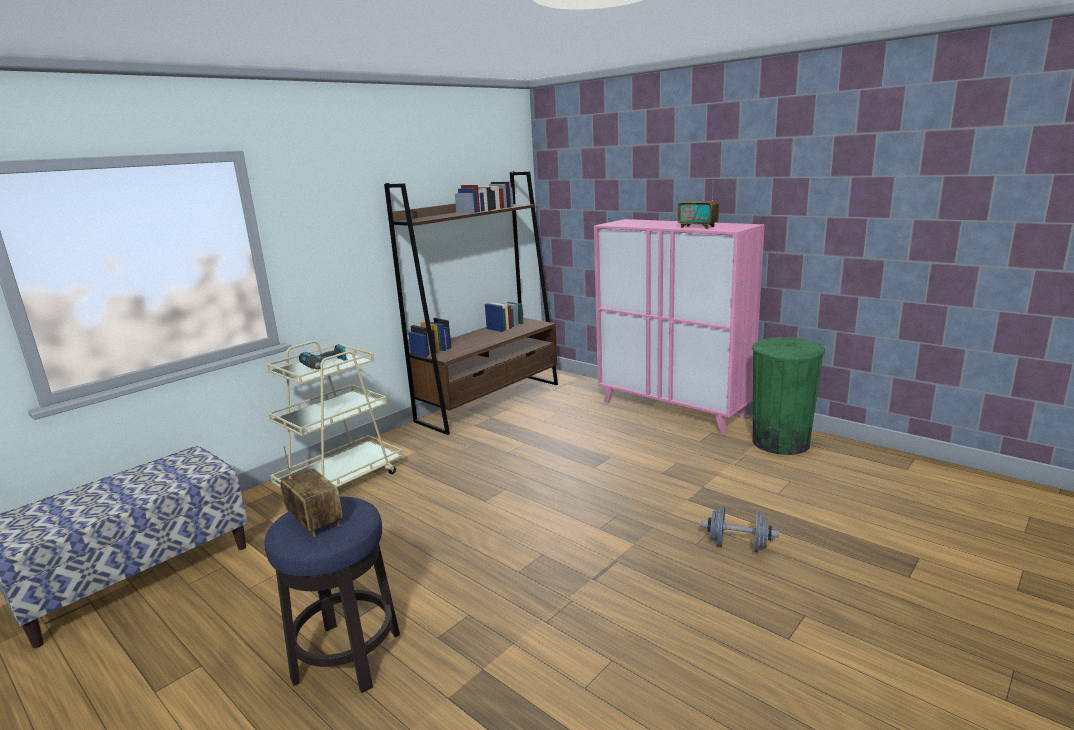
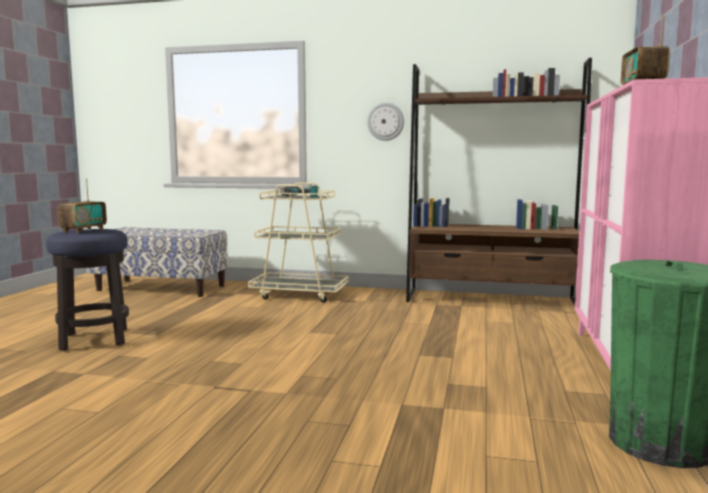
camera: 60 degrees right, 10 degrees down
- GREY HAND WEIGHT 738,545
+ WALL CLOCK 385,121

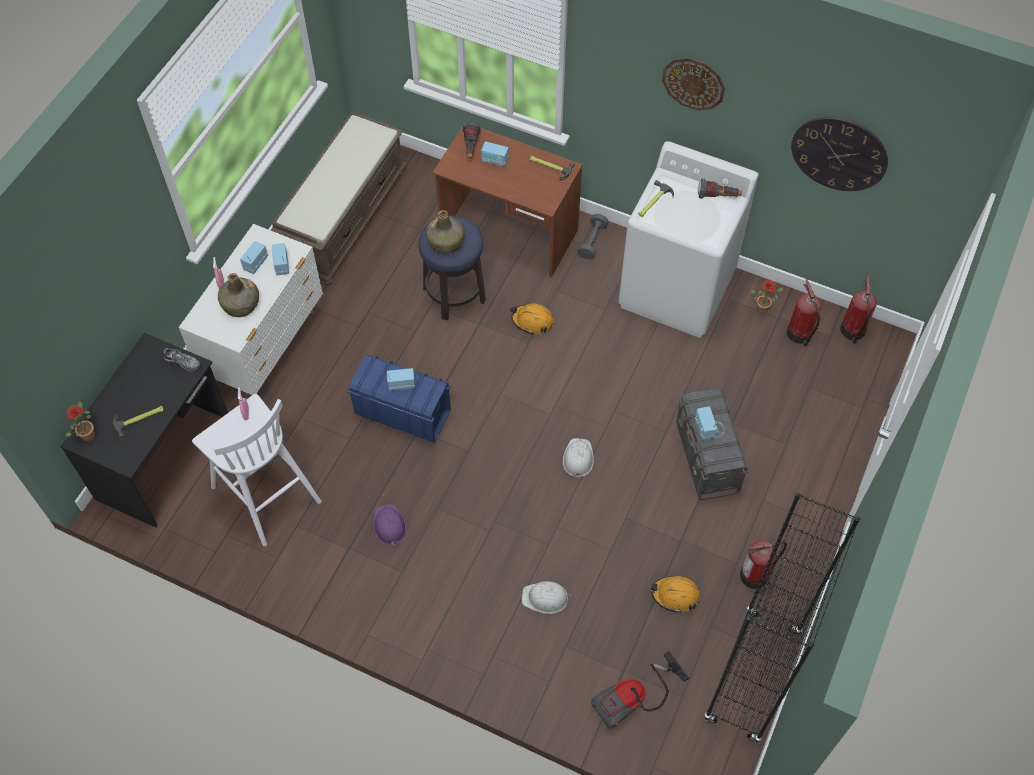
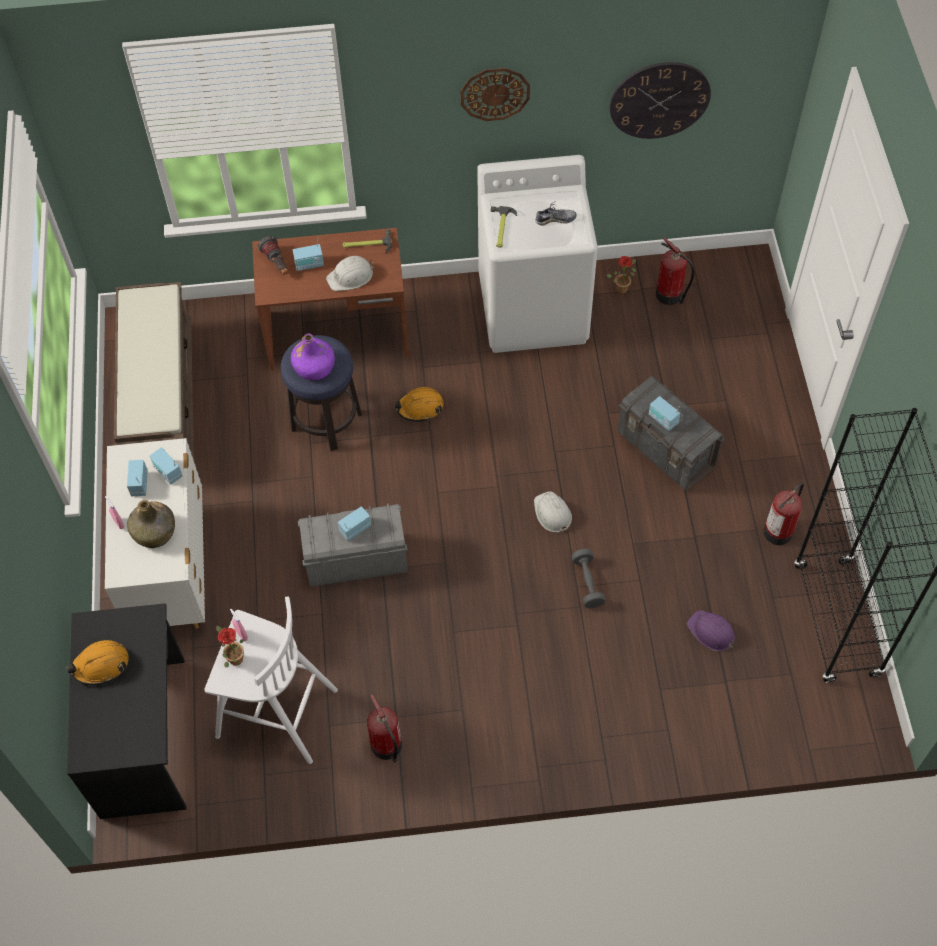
camera: 30 degrees left, 0 degrees up
~ PLANT IN A POT 87,433 to 233,657
- HAMMER 140,419
~ SHOE 183,362 to 555,219
~ BLUISH STORAGE BOX 402,412 to GREY STORAGE BOX 356,560
~ PURPLE-COLOURED SAFETY HELMET 389,526 to 711,632
~ GREEN-COLOURED BEVERAGE BOTTLE 446,242 to PURPLE-COLOURED BEVERAGE BOTTLE 314,367
~ WHITE SAFETY HELMET 545,598 to 351,276
~ GREY HAND WEIGHT 592,241 to 587,583
- VACUUM 634,700
~ ORANGE-COLOURED SAFETY HELMET 675,595 to 101,665
- TORCH 718,197
~ EXTINGUISHER 853,331 to 387,746

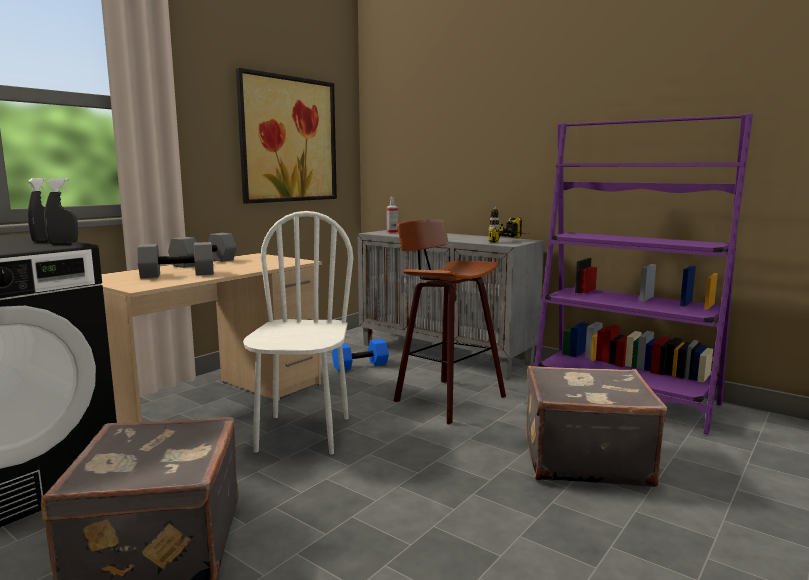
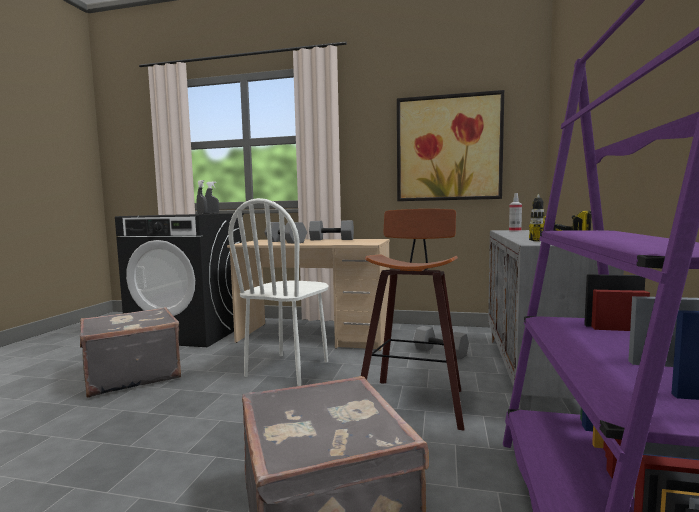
camera: 65 degrees right, 5 degrees down
~ WHITE UPRIGHT CHAIR 303,434 = 288,369 135 degrees clockwise
~ BLUISH HAND WEIGHT 360,365 to GREY HAND WEIGHT 441,352

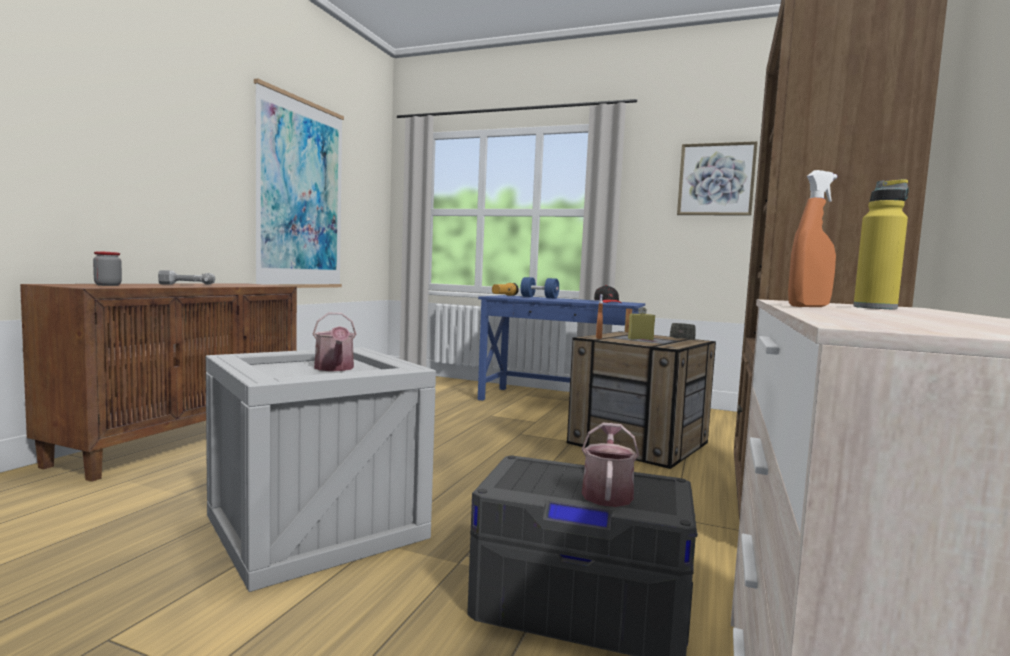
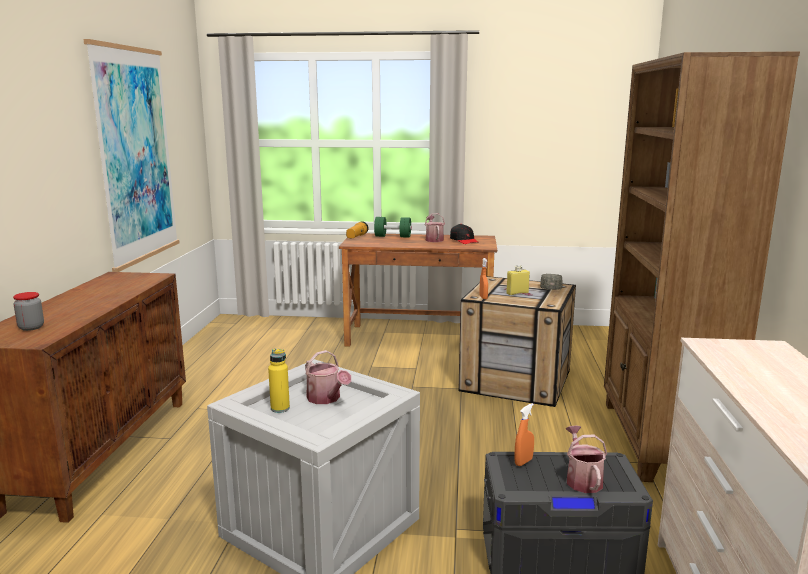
camera: 15 degrees left, 10 degrees up
- ELECTRIC DRILL 187,285
~ BLUISH DESK UNIT 557,402 to BROWN DESK UNIT 419,337
~ BLUISH HAND WEIGHT 539,297 to GREEN-COLOURED HAND WEIGHT 393,236
- WALL PICTURE 716,179
~ ORANGE-COLOURED SPRAYER 808,306 to 523,462
~ YELLOWISH BEVERAGE BOTTLE 875,308 to 280,408
+ WATERING POT 434,239

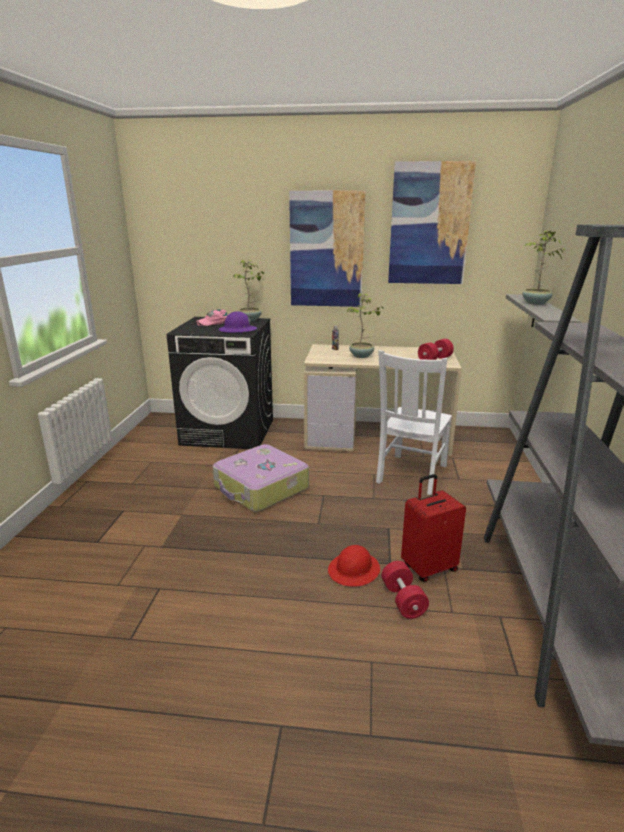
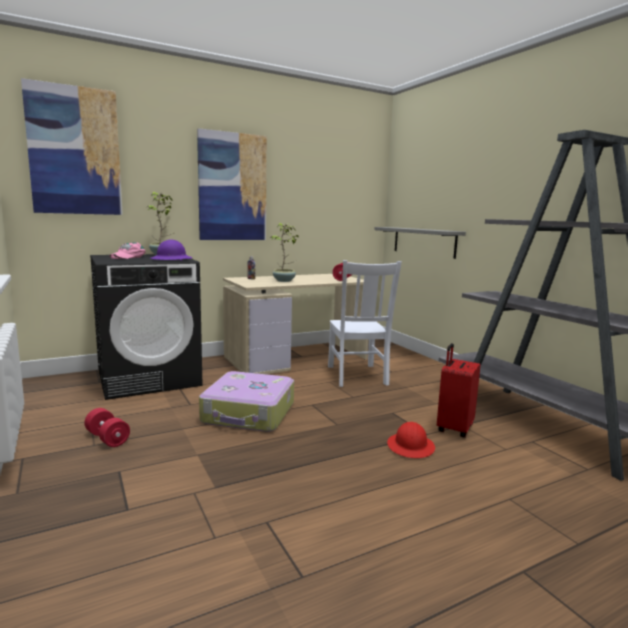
camera: 35 degrees left, 10 degrees down
~ RED-COLOURED HAND WEIGHT 403,600 to 107,438
~ WALL PICTURE 429,224 to 75,151
- PLANT IN A POT 535,303

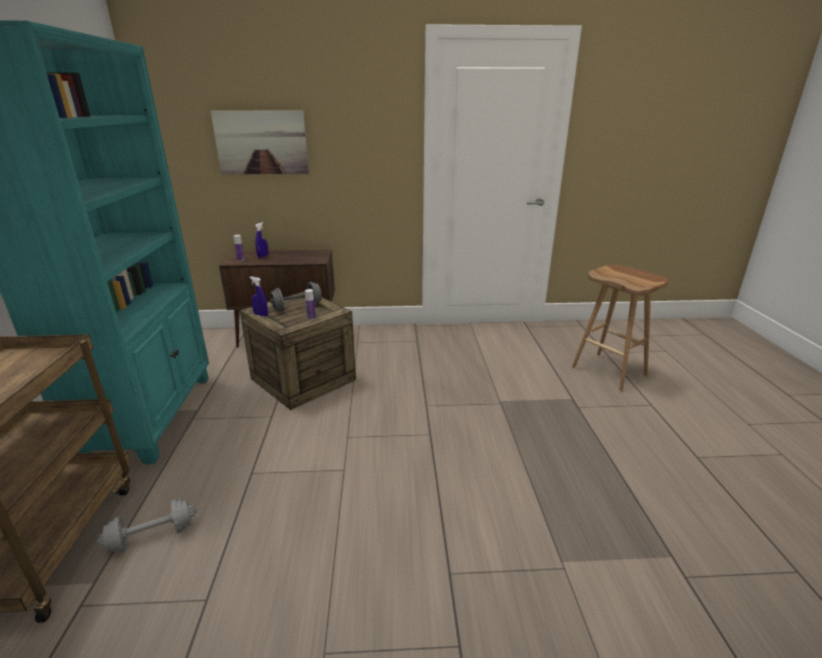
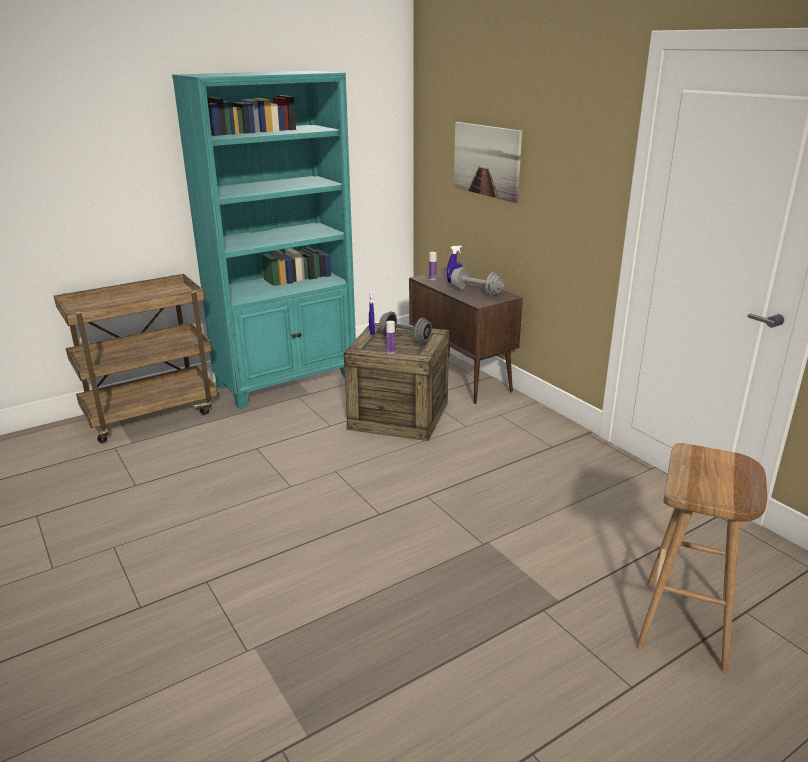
camera: 60 degrees right, 0 degrees up
~ GREY HAND WEIGHT 152,536 to 476,291

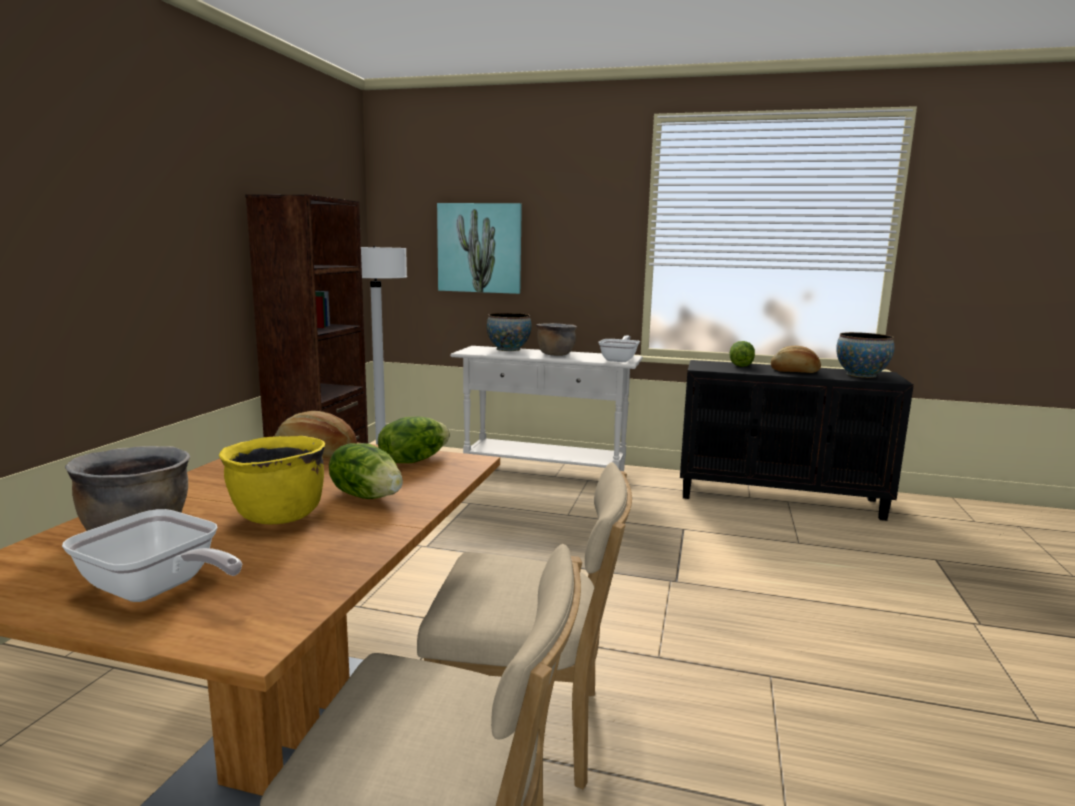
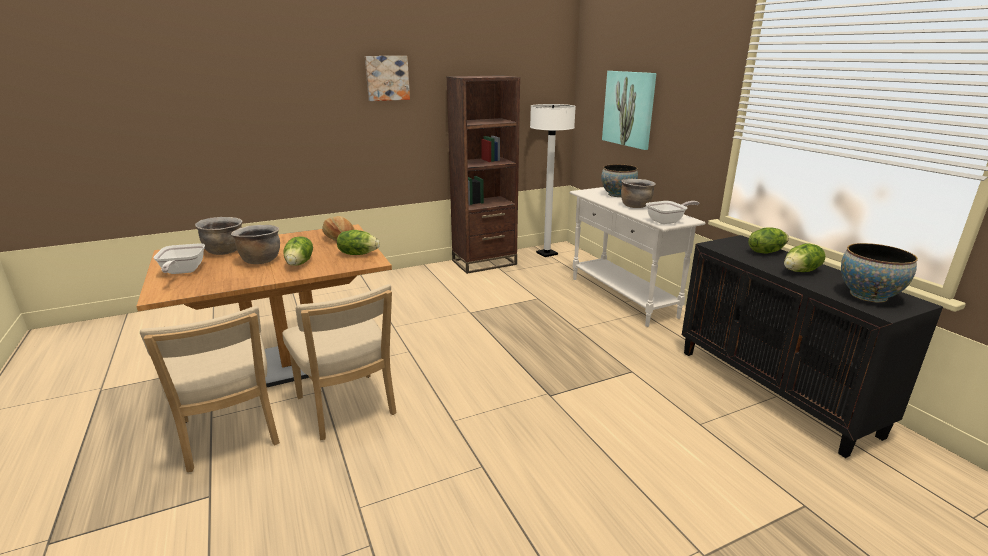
camera: 50 degrees right, 10 degrees up
~ YELLOWISH COOKING POT 277,516 to BROWN COOKING POT 260,260
~ BAKED BREAD 795,371 to LETTUCE HEAD 801,271
+ WALL PICTURE 387,78

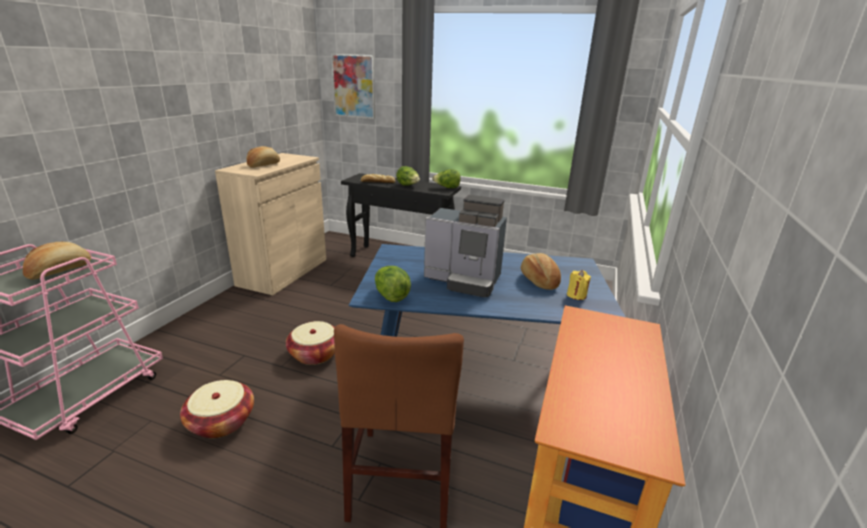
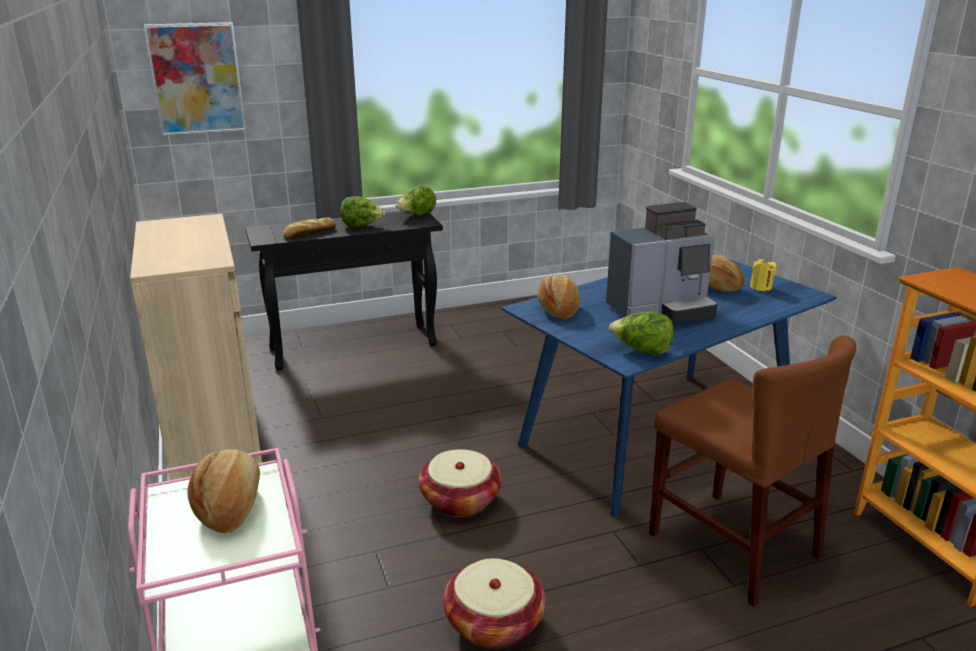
camera: 40 degrees left, 0 degrees up
~ BAKED BREAD 263,165 to 559,309

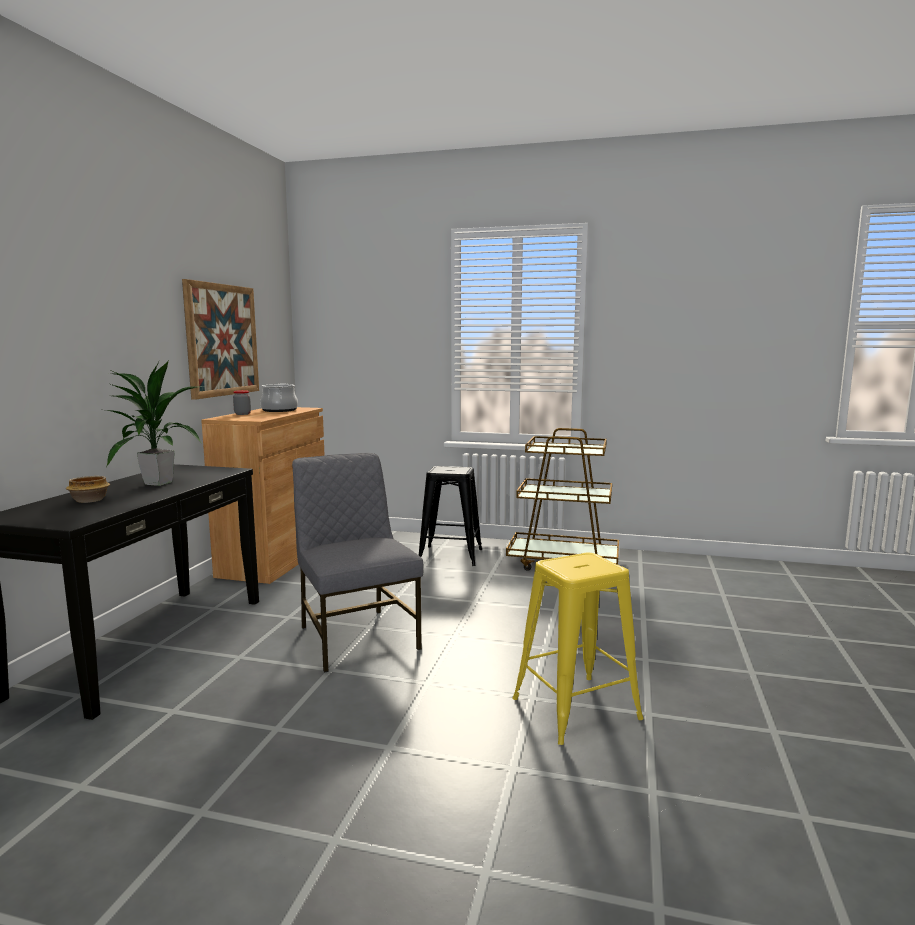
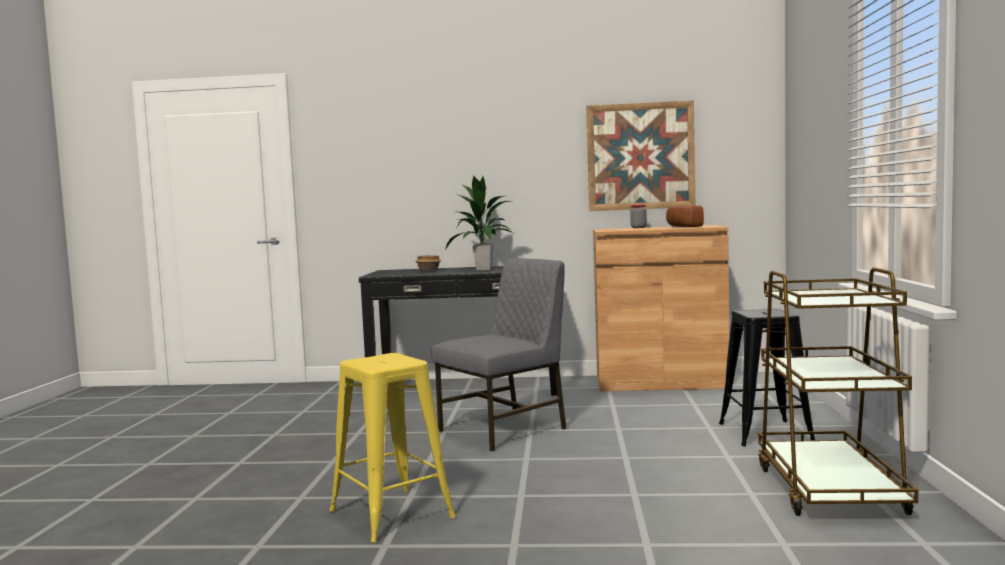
camera: 80 degrees right, 5 degrees down
~ COOKING POT 279,410 to BAKED BREAD 682,226

